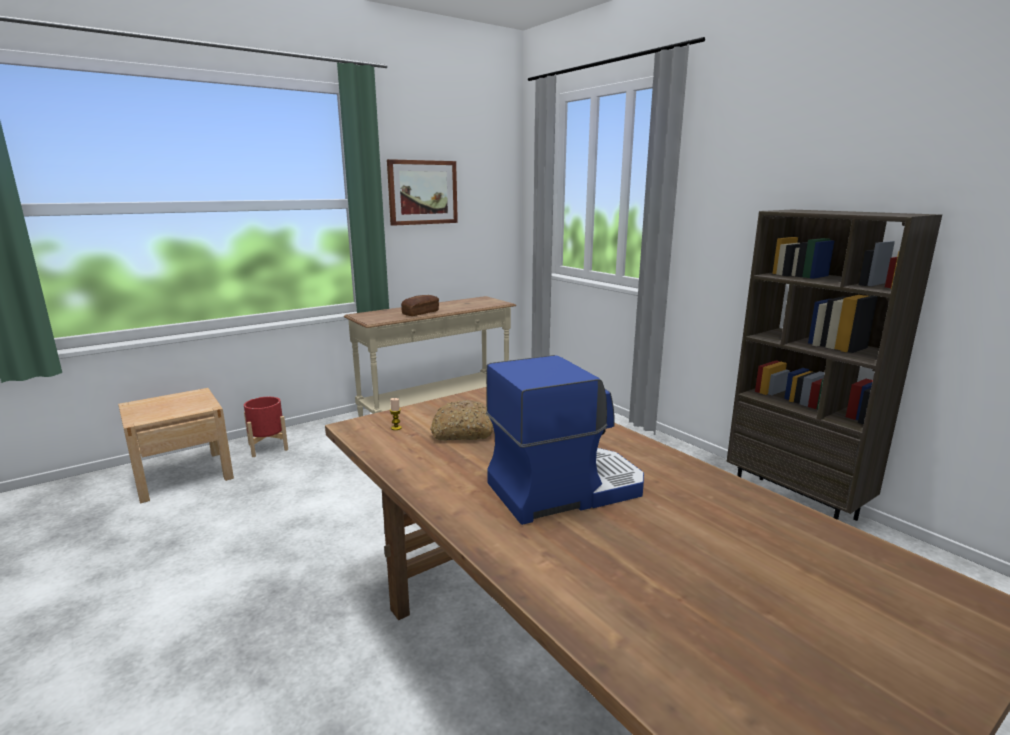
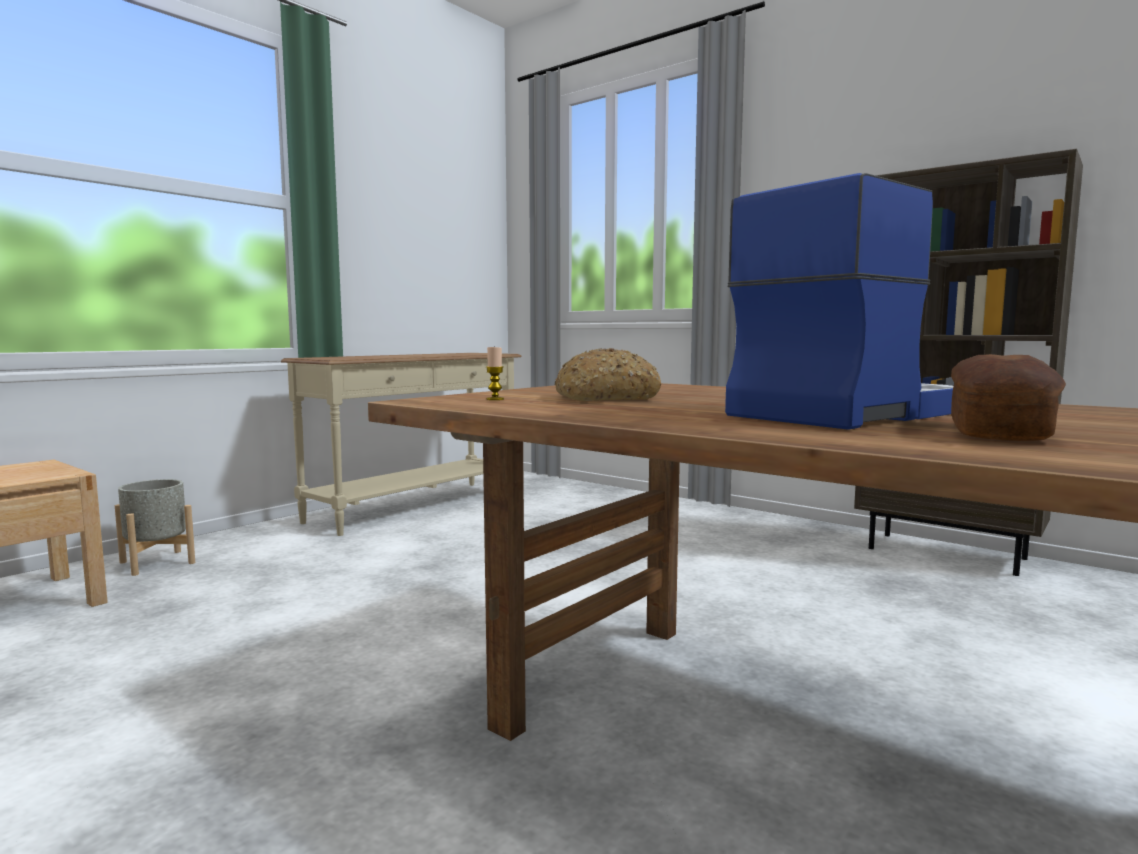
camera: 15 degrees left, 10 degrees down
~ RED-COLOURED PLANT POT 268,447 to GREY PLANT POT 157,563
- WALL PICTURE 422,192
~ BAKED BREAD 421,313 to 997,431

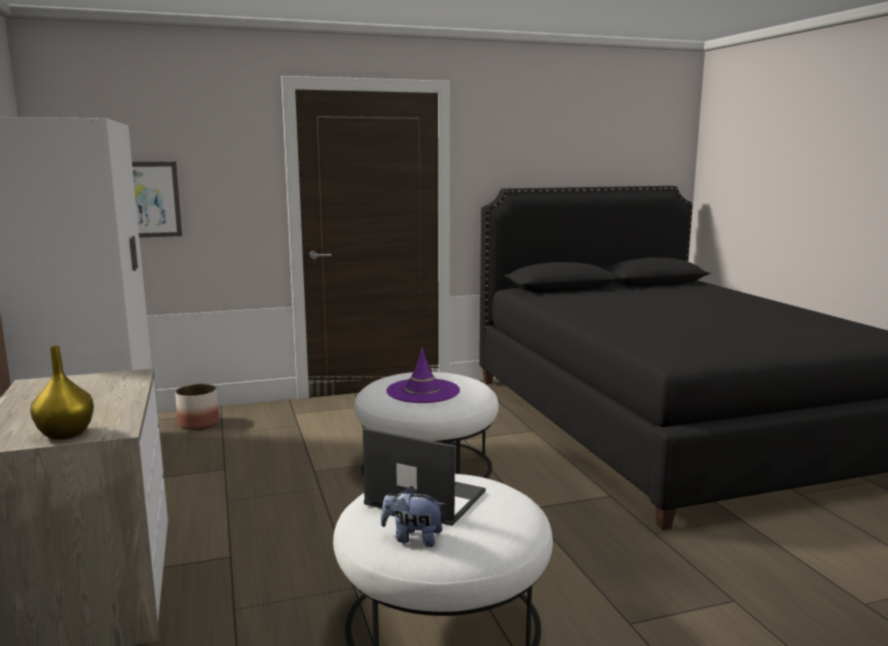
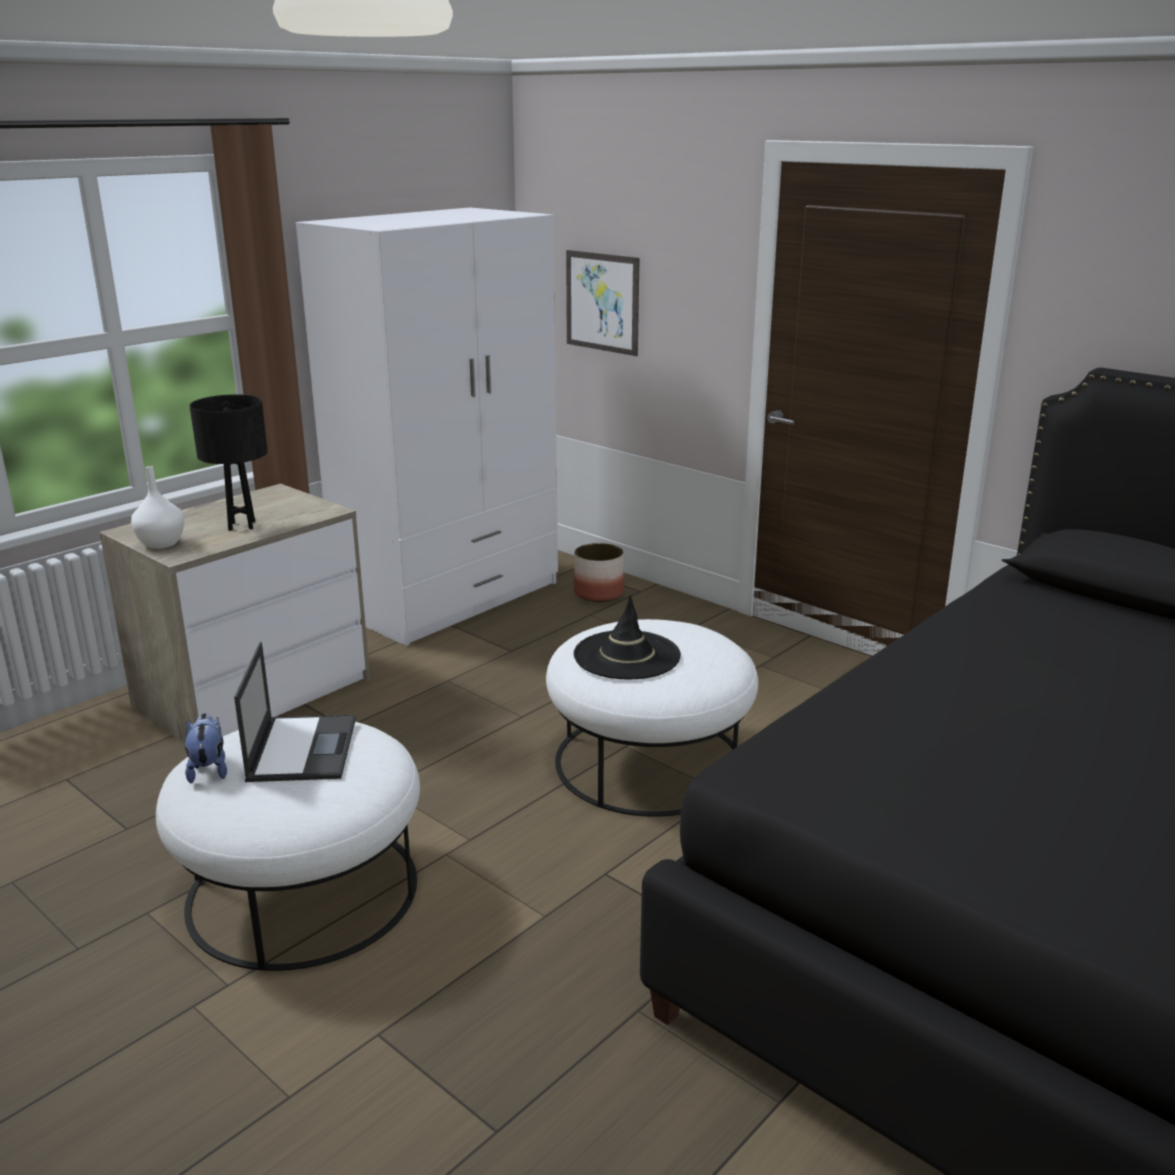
camera: 60 degrees right, 10 degrees up
~ YELLOWISH DECORATIVE VASE 66,434 to WHITE DECORATIVE VASE 161,544
~ PURPLE-COLOURED CLOTHING HAT 423,391 to BLACK-COLOURED CLOTHING HAT 626,656
+ BLACK-COLOURED TABLE LAMP 242,525

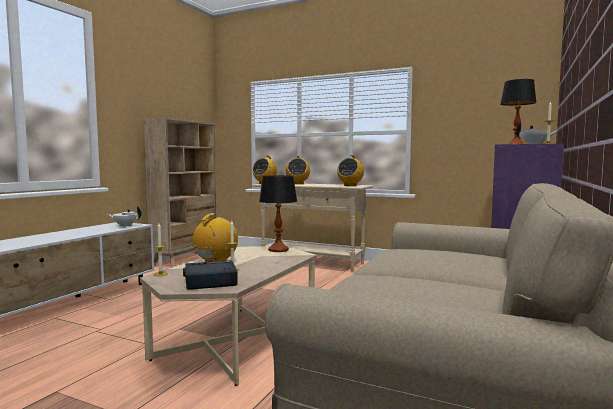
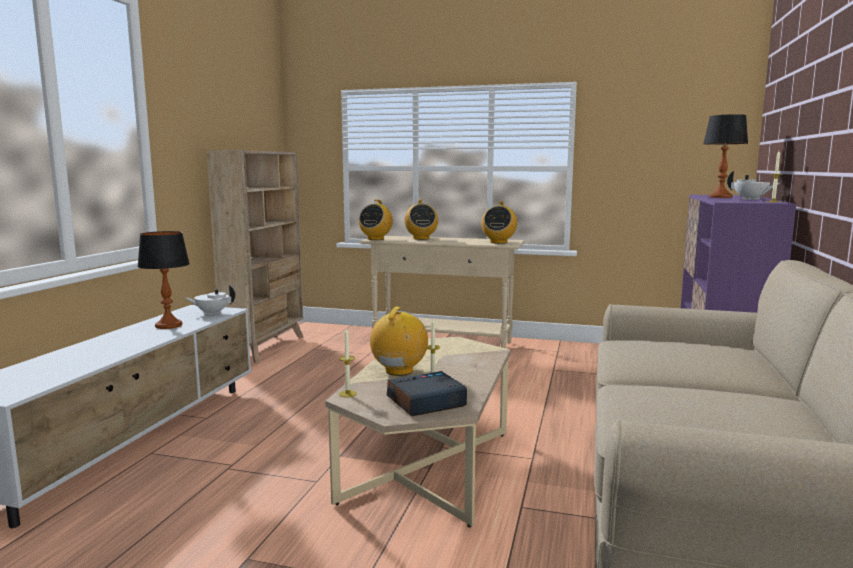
camera: 10 degrees left, 5 degrees up
~ TABLE LAMP 278,250 to 168,325

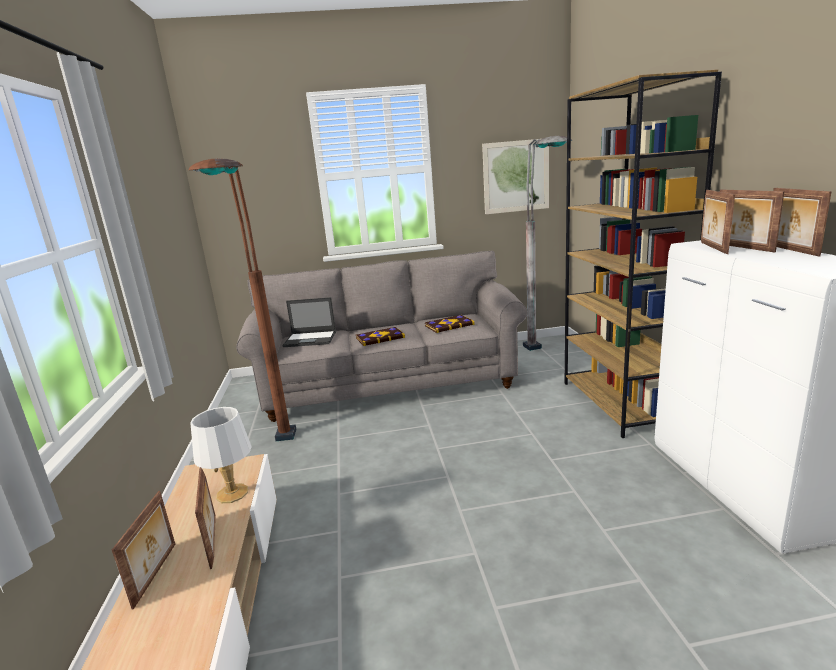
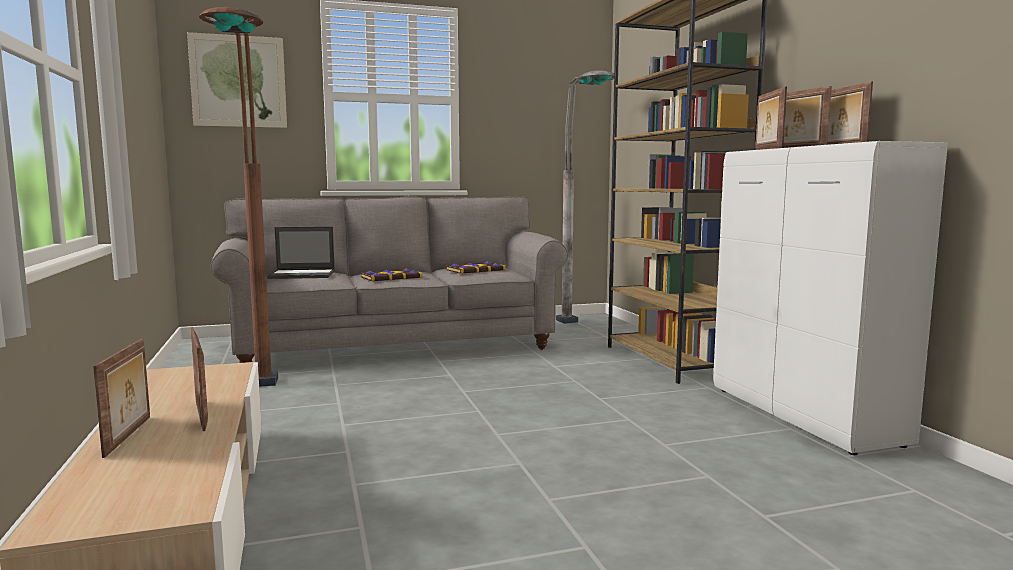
camera: 10 degrees left, 10 degrees down
- WHITE TABLE LAMP 232,494
~ WALL PICTURE 516,176 to 238,81

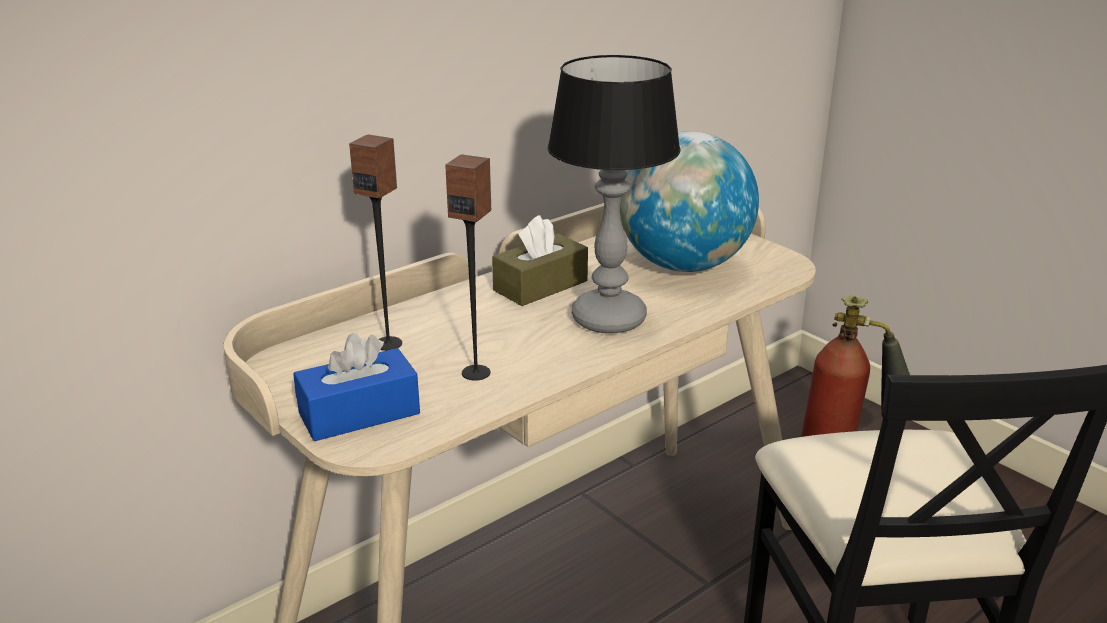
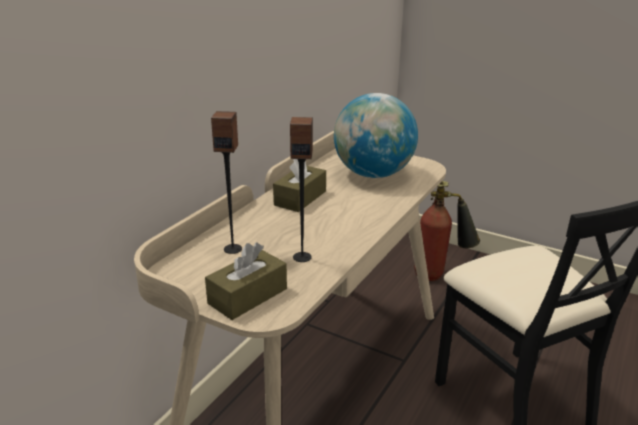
camera: 20 degrees left, 0 degrees up
~ BLUISH TISSUE BOX 359,413 to BROWN TISSUE BOX 248,296
- TABLE LAMP 610,318

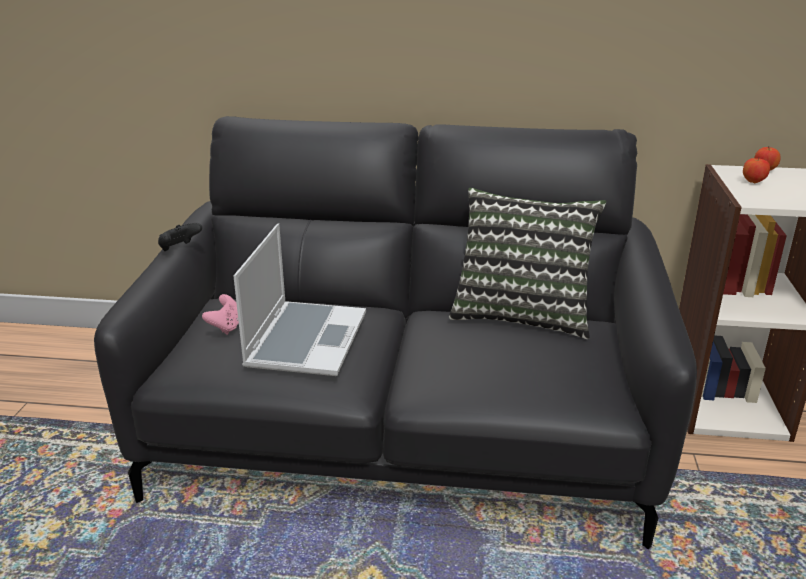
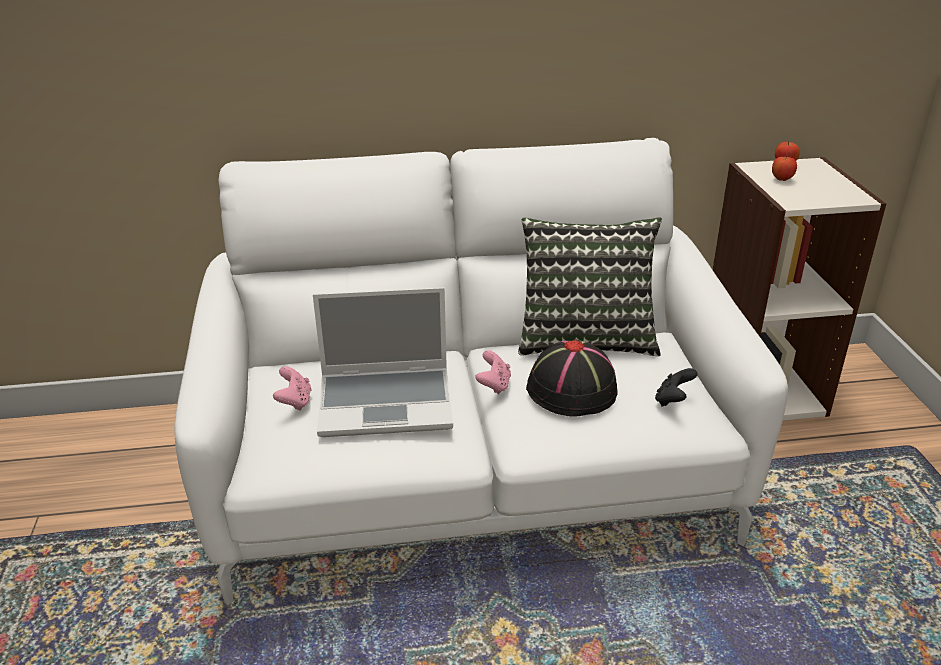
camera: 15 degrees left, 5 degrees up
~ BLACK-COLOURED COUCH 403,430 to WHITE COUCH 472,470
~ BLACK-COLOURED GAMEPAD 179,249 to 673,400
~ PORTABLE COMPUTER 305,339 = 387,402 90 degrees clockwise
+ PINK GAMEPAD 494,385
+ BLACK-COLOURED CLOTHING HAT 572,390

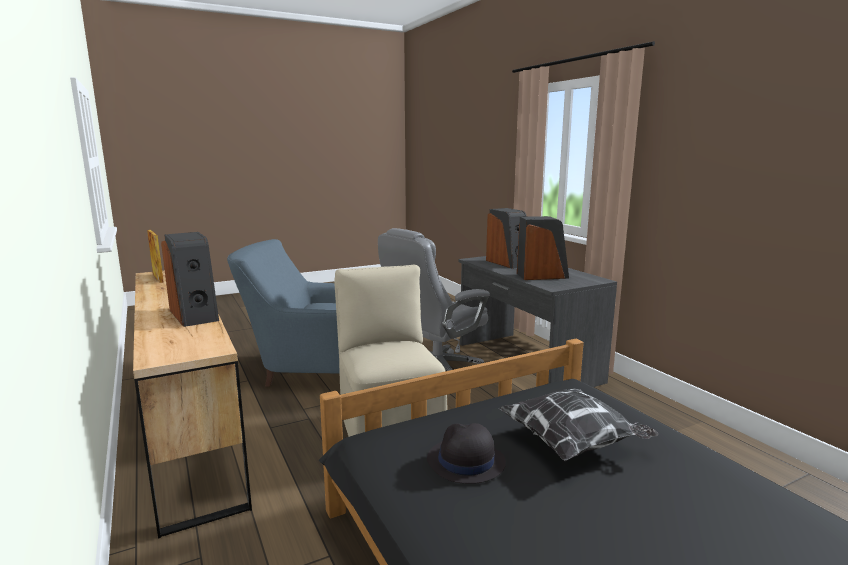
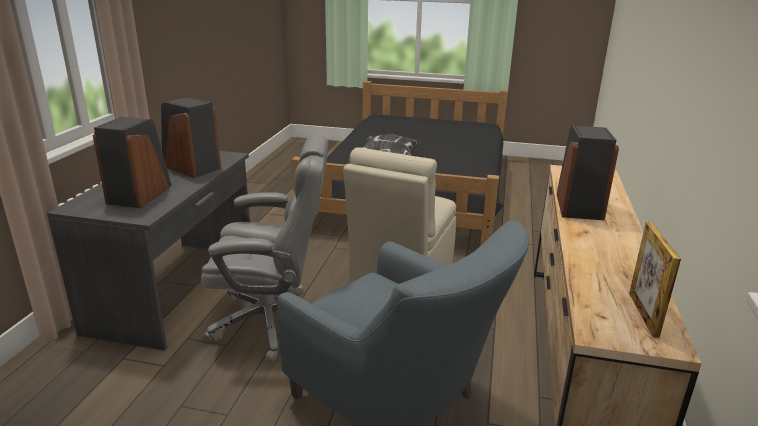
camera: 140 degrees left, 10 degrees up
- BLACK-COLOURED CLOTHING HAT 465,462

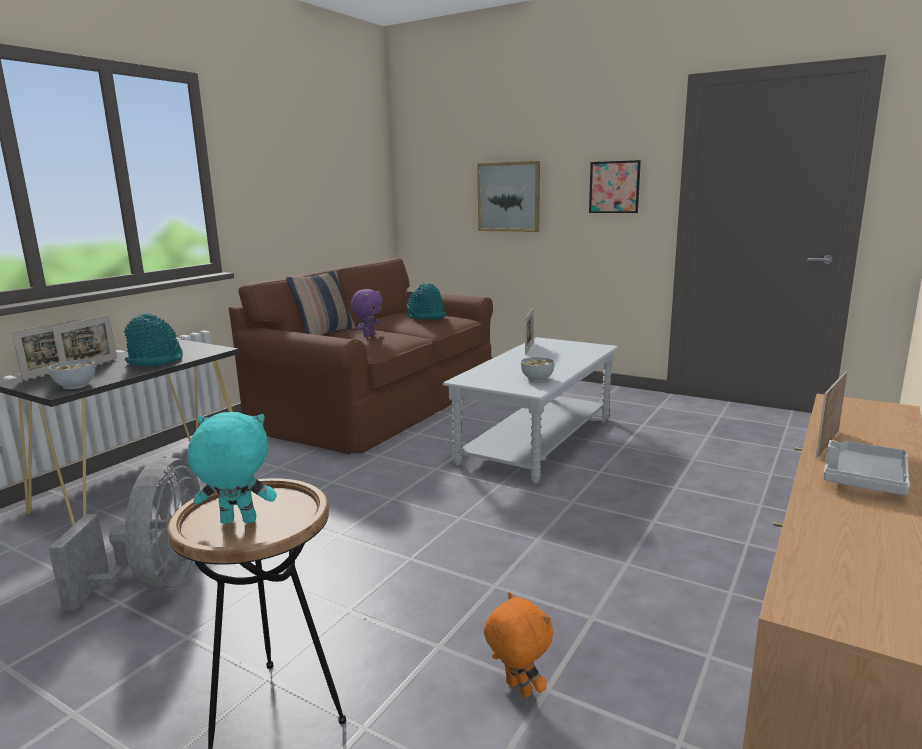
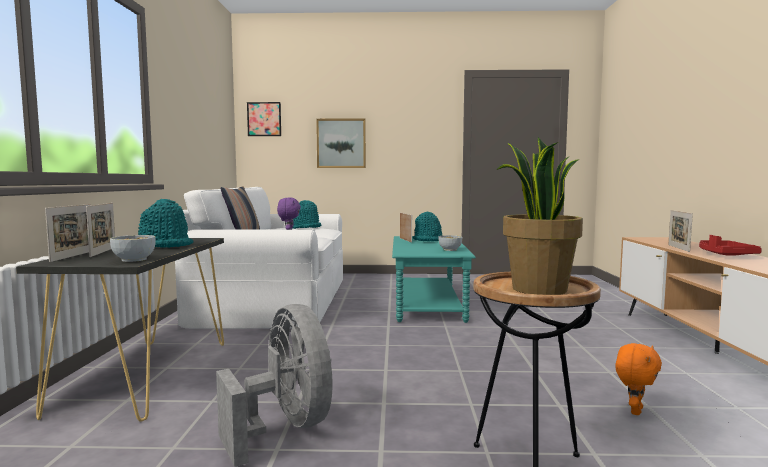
camera: 30 degrees left, 10 degrees down
~ BLUE-GREEN SOFT TOY 237,522 to PLANT IN A POT 537,289
~ BROWN COUCH 380,403 to WHITE COUCH 276,299
~ GREY LOW TABLE 537,440 to BLUE-GREEN LOW TABLE 428,303
~ ORANGE-COLOURED SOFT TOY 517,689 = 634,410 105 degrees clockwise
~ WALL PICTURE 614,187 to 264,119
~ GREY TRAY 863,479 to RED-COLOURED TRAY 724,254
+ BLUE-GREEN CLOTHING HAT 428,240

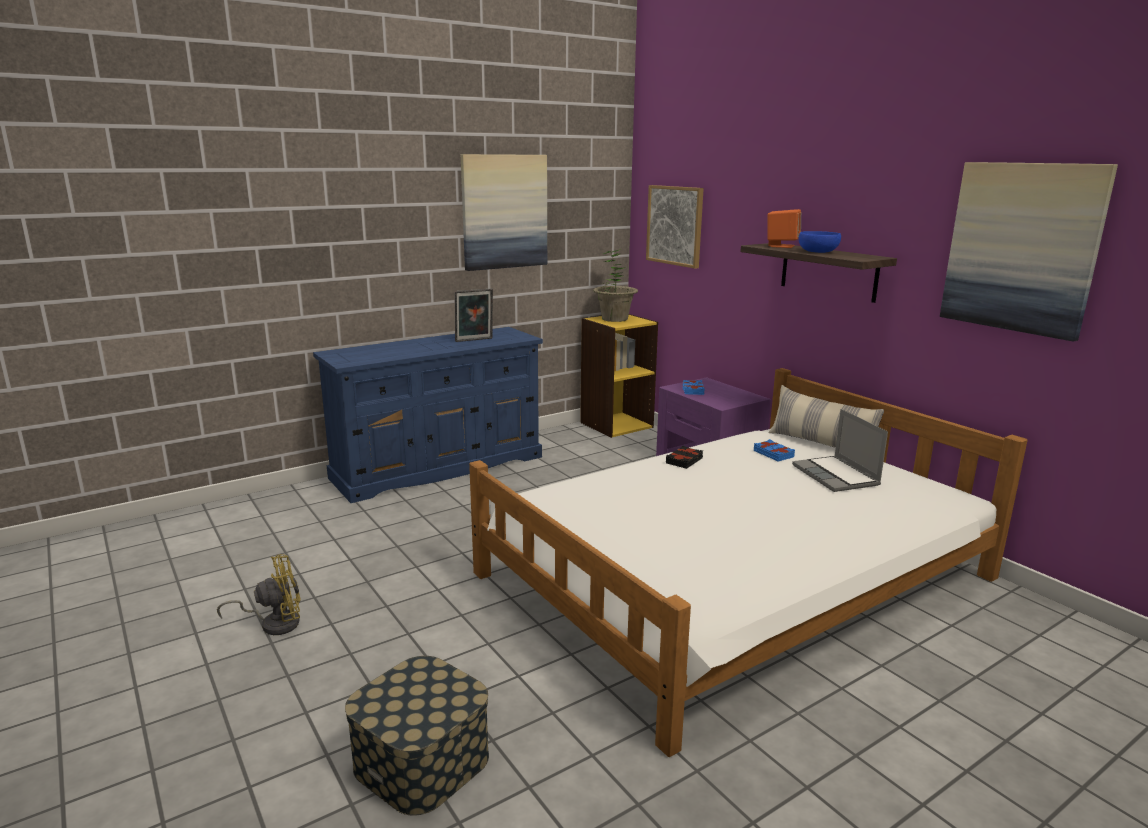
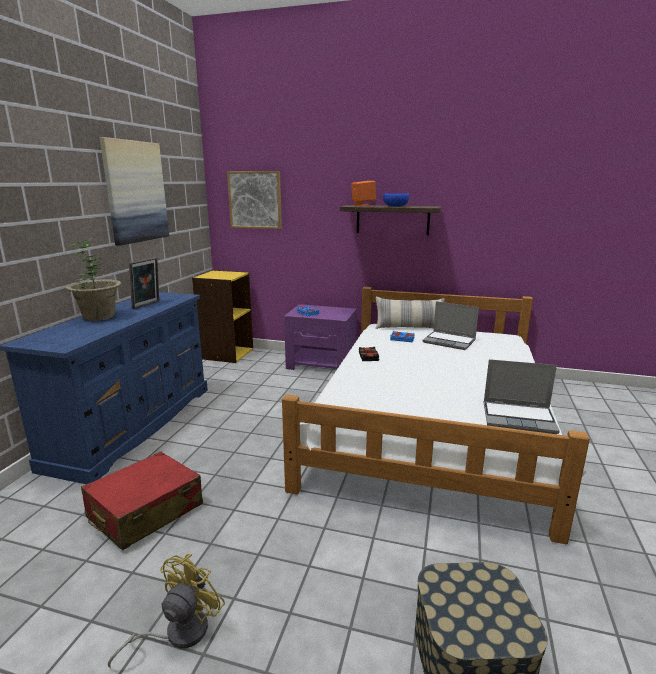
camera: 40 degrees left, 0 degrees up
~ PLANT IN A POT 614,319 to 99,317
- WALL PICTURE 1022,248
+ RED-COLOURED PIECE OF LUGGAGE 145,511
+ PORTABLE COMPUTER 519,418

